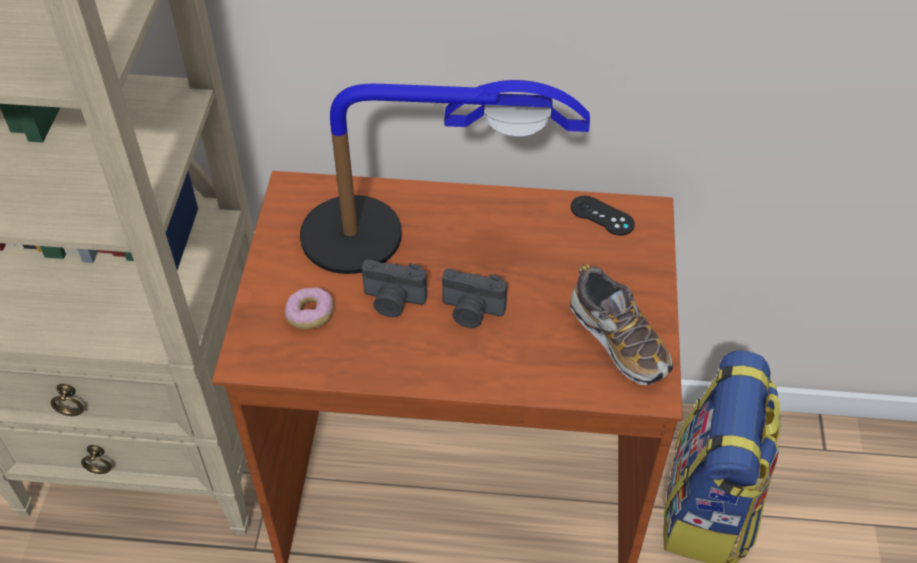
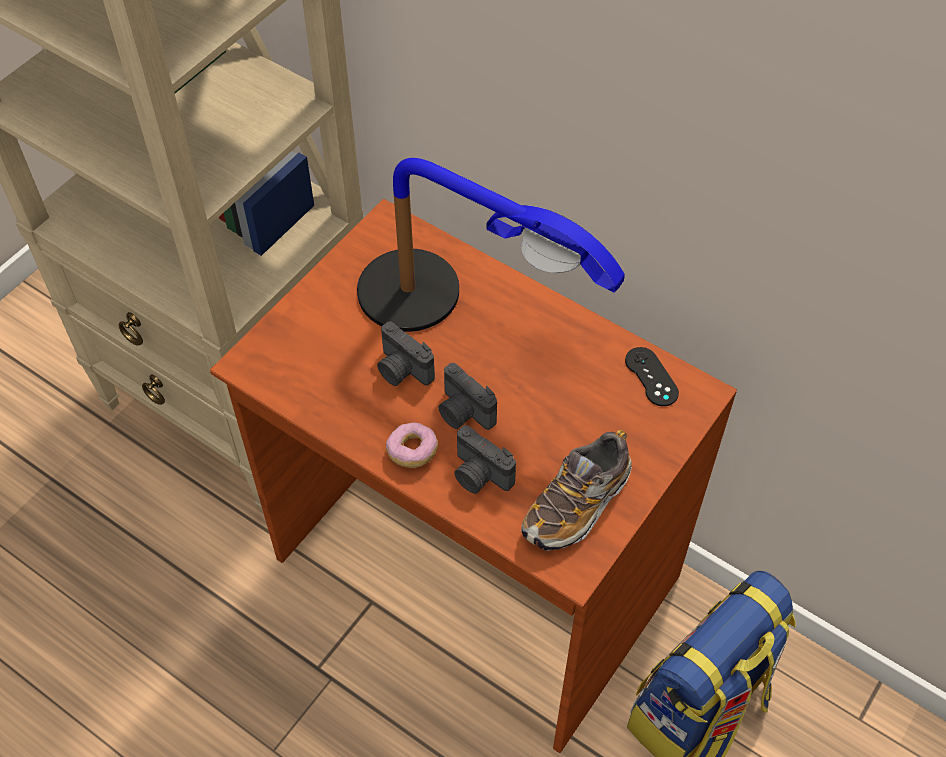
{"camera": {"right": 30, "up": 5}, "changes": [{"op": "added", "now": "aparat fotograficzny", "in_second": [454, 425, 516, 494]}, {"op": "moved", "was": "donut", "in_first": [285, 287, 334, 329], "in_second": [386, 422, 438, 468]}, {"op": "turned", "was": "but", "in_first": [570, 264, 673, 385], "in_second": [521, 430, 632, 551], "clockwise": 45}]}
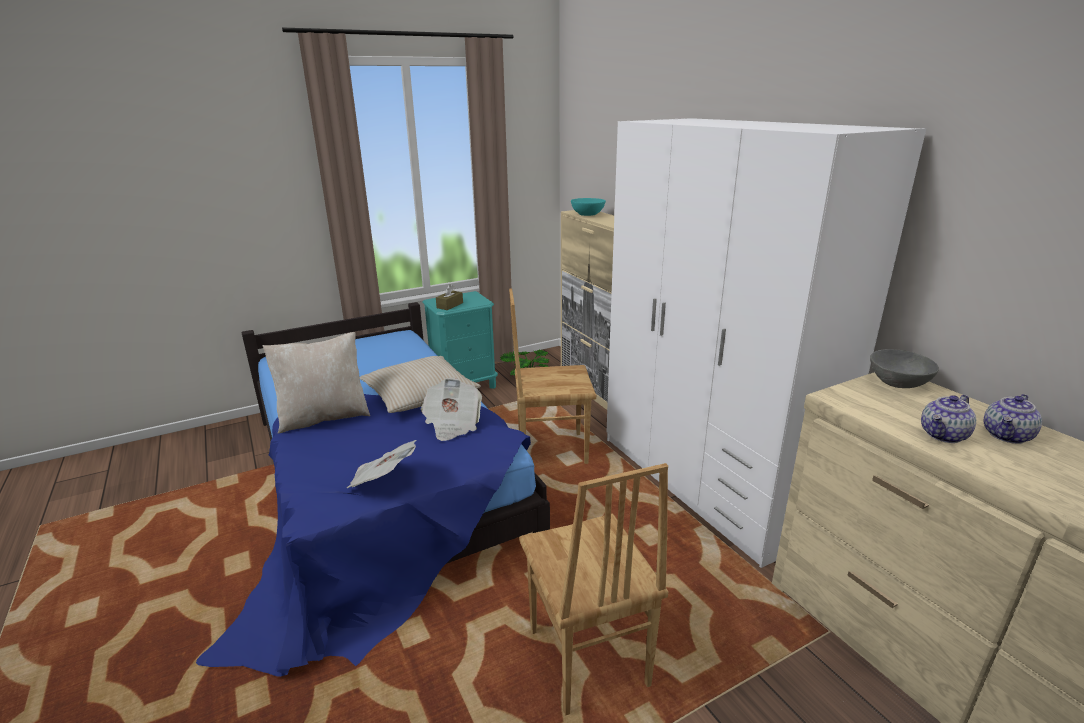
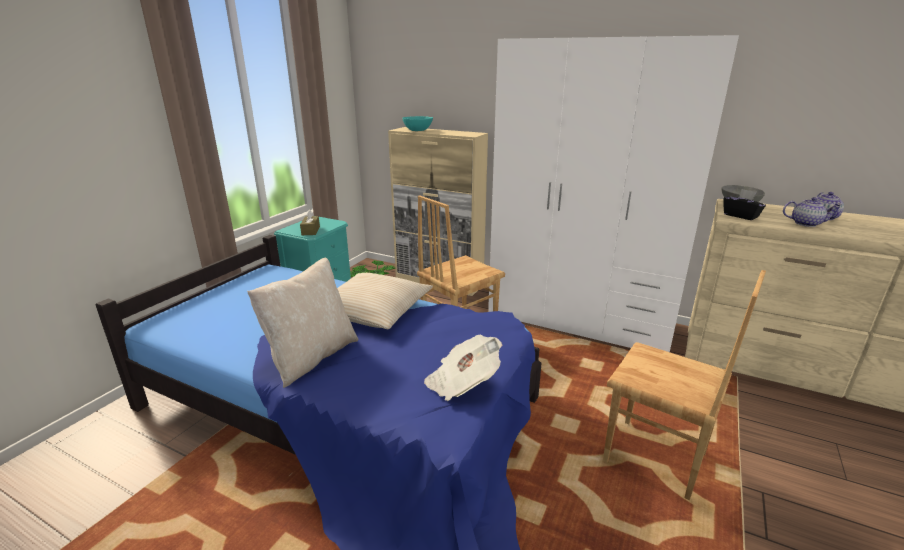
{"camera": {"right": -35, "up": 0}, "changes": [{"op": "removed", "was": "gazeta", "in_first": [421, 378, 482, 441]}, {"op": "added", "now": "pudełko chusteczek [czarny]", "in_second": [723, 189, 766, 220]}, {"op": "turned", "was": "imbryk", "in_first": [921, 395, 976, 443], "in_second": [783, 197, 840, 227], "clockwise": -90}]}
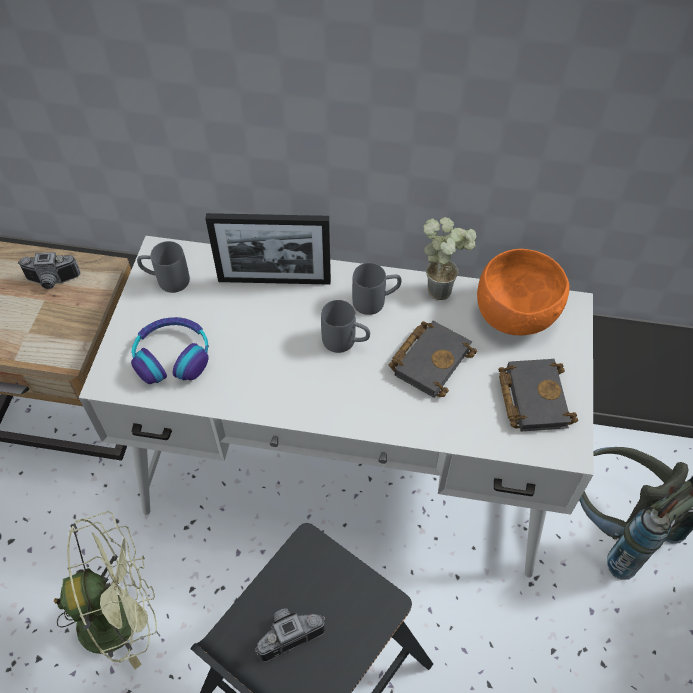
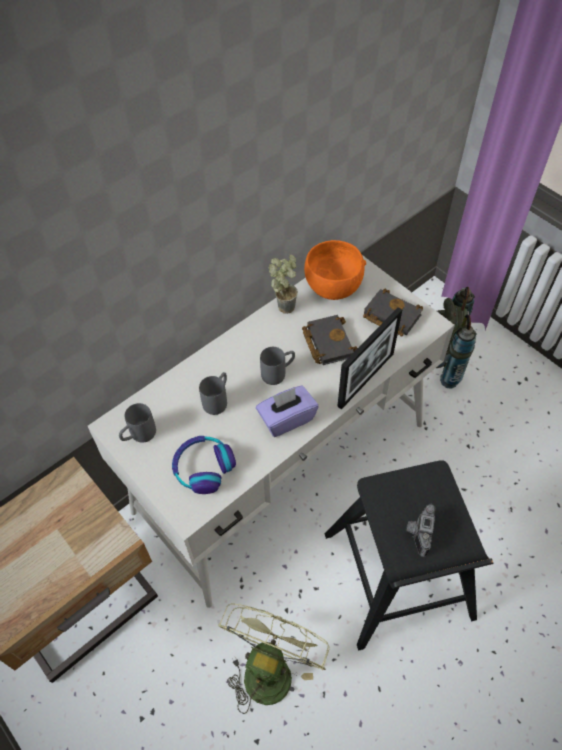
{"camera": {"right": -50, "up": 0}, "changes": [{"op": "removed", "was": "aparat fotograficzny", "in_first": [18, 252, 81, 289]}, {"op": "added", "now": "pudełko chusteczek [fioletowy]", "in_second": [256, 386, 318, 437]}, {"op": "moved", "was": "ramka na zdjęcie", "in_first": [205, 213, 331, 285], "in_second": [337, 307, 402, 409]}, {"op": "moved", "was": "kubek [szary]", "in_first": [352, 263, 401, 315], "in_second": [199, 372, 227, 415]}]}
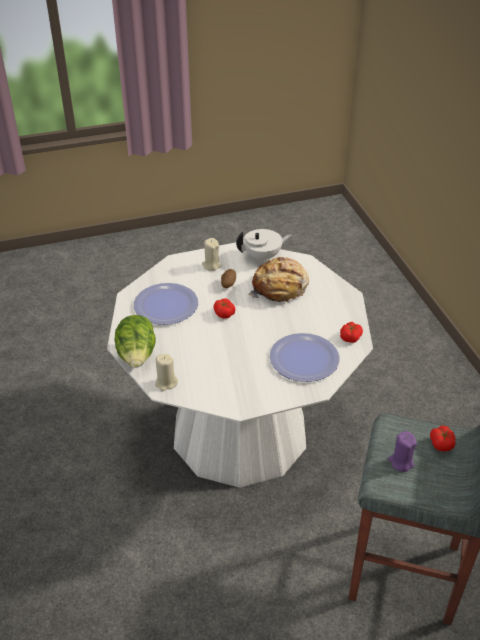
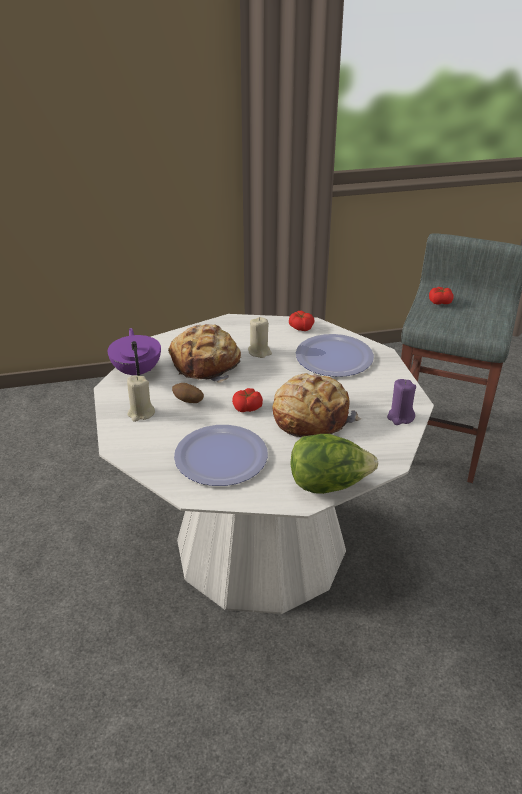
{"camera": {"right": -85, "up": -5}, "changes": [{"op": "added", "now": "chleb", "in_second": [273, 373, 361, 437]}, {"op": "moved", "was": "świeca [beżowy]", "in_first": [155, 354, 178, 391], "in_second": [248, 317, 272, 358]}, {"op": "moved", "was": "świeca [fioletowy]", "in_first": [388, 431, 417, 472], "in_second": [387, 379, 416, 425]}, {"op": "recoloured", "was": "imbryk [biały]", "now": "imbryk [fioletowy]", "in_first": [236, 229, 292, 263], "in_second": [108, 328, 161, 376]}]}
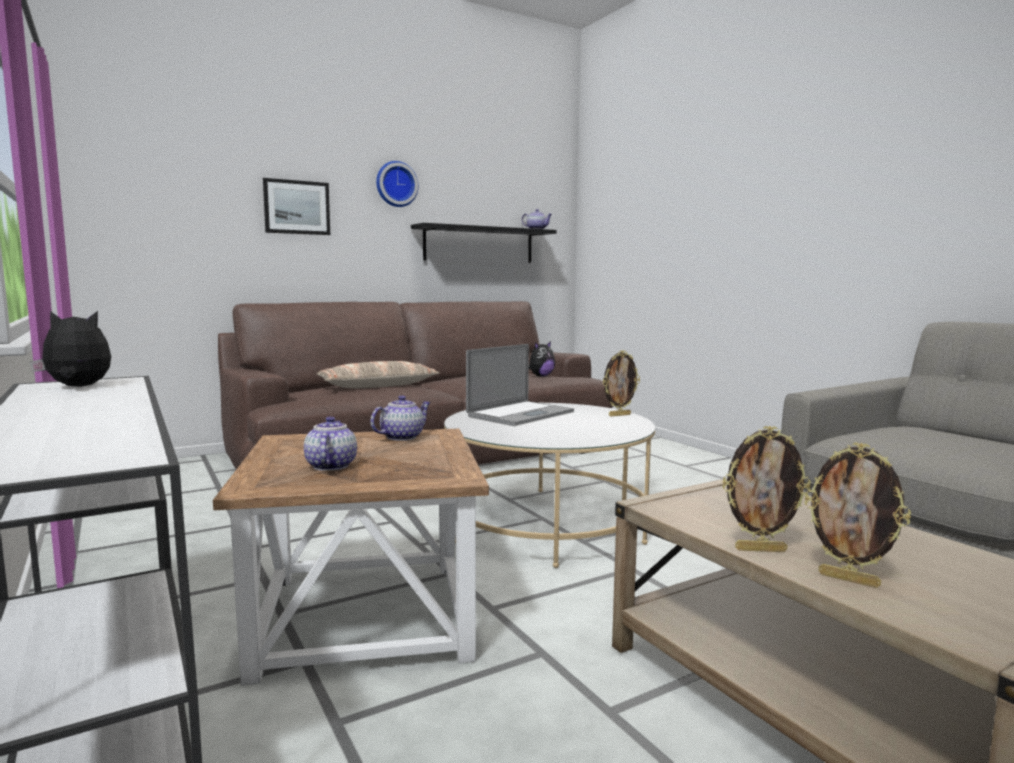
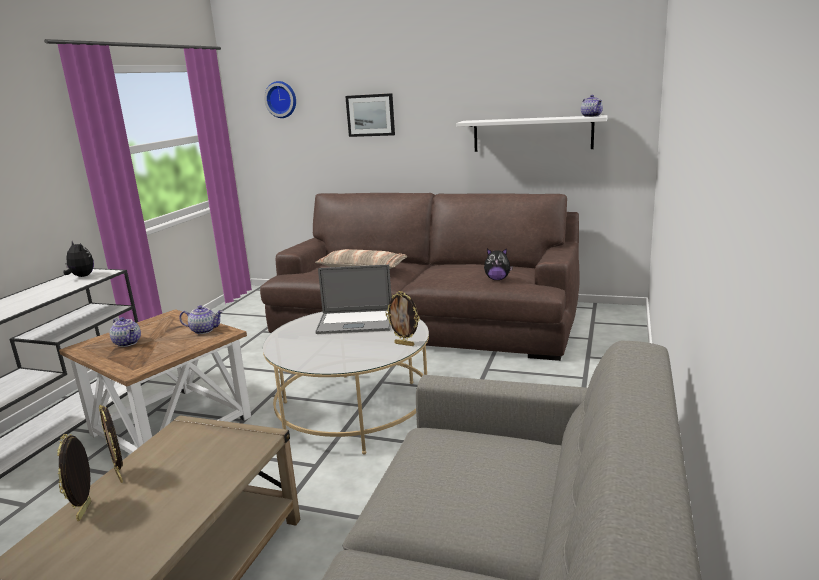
{"camera": {"right": 50, "up": 10}, "changes": [{"op": "moved", "was": "zegar ścienny", "in_first": [376, 161, 419, 207], "in_second": [264, 81, 296, 118]}, {"op": "recoloured", "was": "półka [czarny]", "now": "półka [biały]", "in_first": [411, 223, 556, 263], "in_second": [456, 115, 608, 152]}, {"op": "turned", "was": "imbryk", "in_first": [304, 416, 357, 471], "in_second": [110, 317, 141, 347], "clockwise": 90}]}
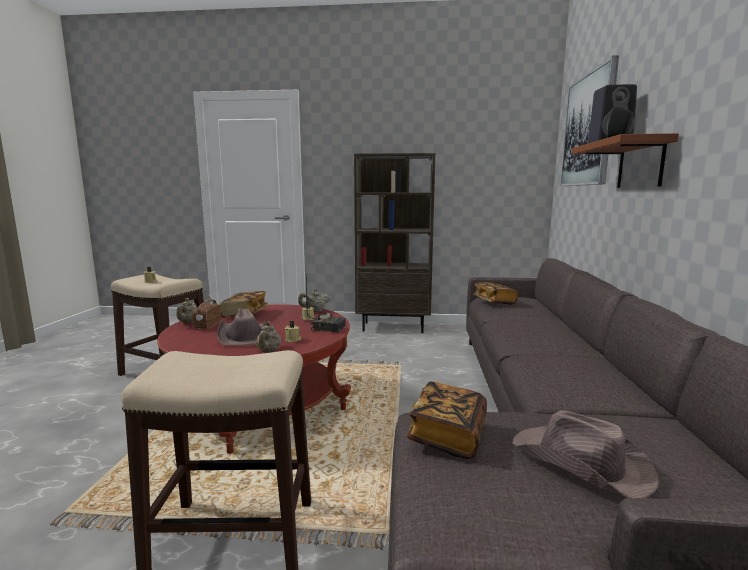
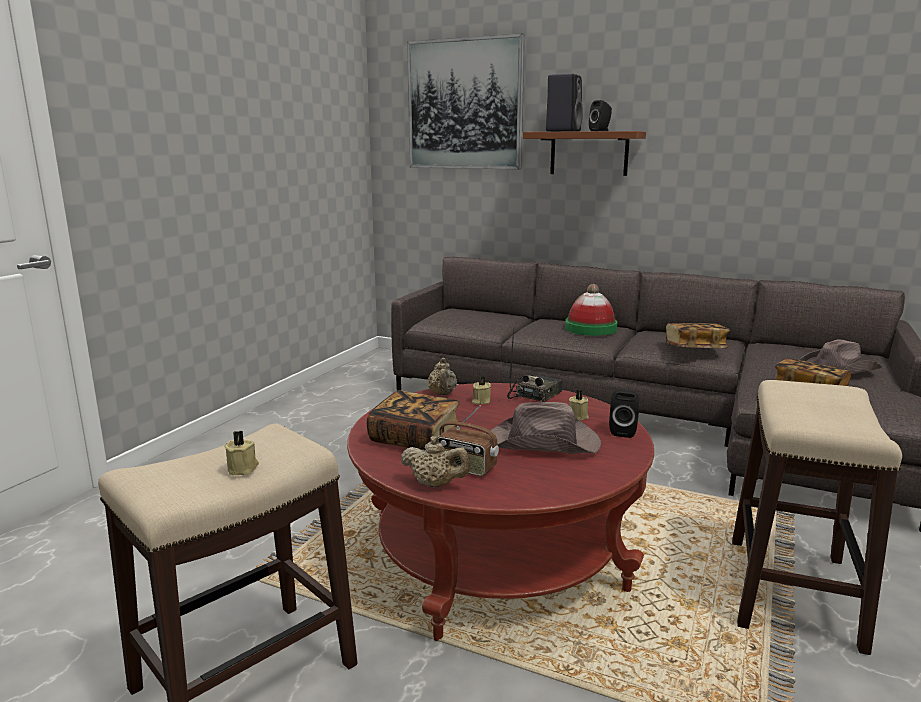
{"camera": {"right": -70, "up": 5}, "changes": [{"op": "removed", "was": "regał [brązowy]", "in_first": [354, 153, 435, 333]}, {"op": "added", "now": "kapelusz", "in_second": [565, 284, 618, 336]}, {"op": "moved", "was": "książka", "in_first": [473, 283, 518, 304], "in_second": [666, 323, 730, 349]}, {"op": "replaced", "was": "imbryk [beżowy]", "now": "głośnik [czarny]", "in_first": [255, 321, 281, 353], "in_second": [609, 390, 639, 438]}]}
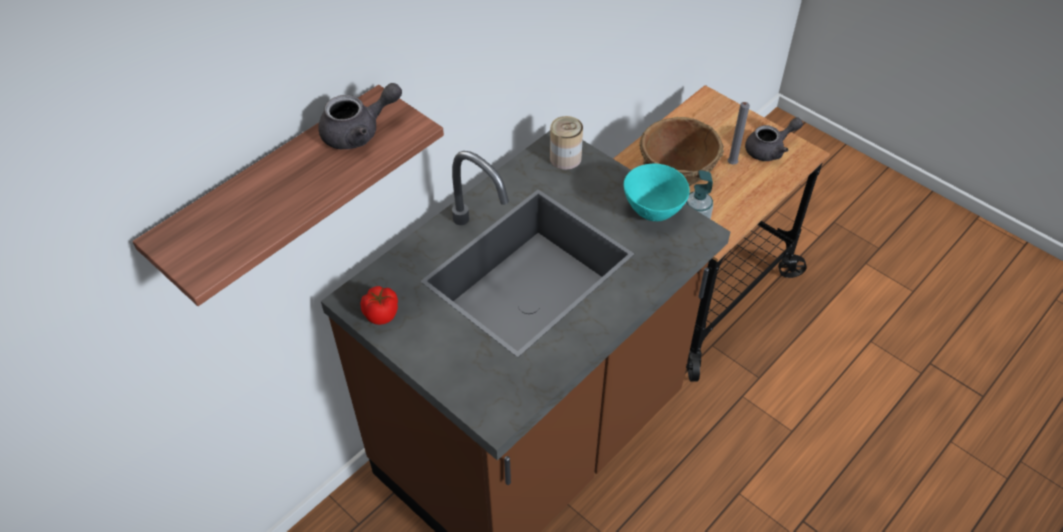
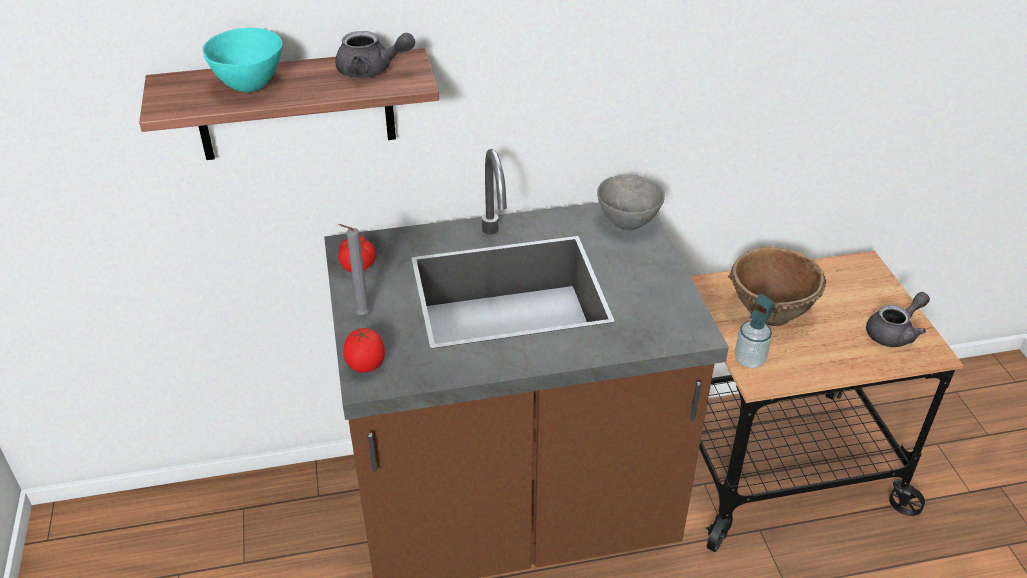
{"camera": {"right": 35, "up": -10}, "changes": [{"op": "added", "now": "pomidor", "in_second": [343, 328, 385, 373]}, {"op": "moved", "was": "miska [turkusowy]", "in_first": [624, 164, 690, 221], "in_second": [203, 28, 283, 92]}, {"op": "moved", "was": "świeca [szary]", "in_first": [728, 102, 750, 165], "in_second": [339, 224, 370, 315]}, {"op": "replaced", "was": "puszka", "now": "miska [szary]", "in_first": [550, 116, 583, 170], "in_second": [597, 175, 665, 230]}, {"op": "turned", "was": "imbryk [szary]", "in_first": [745, 117, 803, 161], "in_second": [866, 292, 930, 347], "clockwise": -45}]}
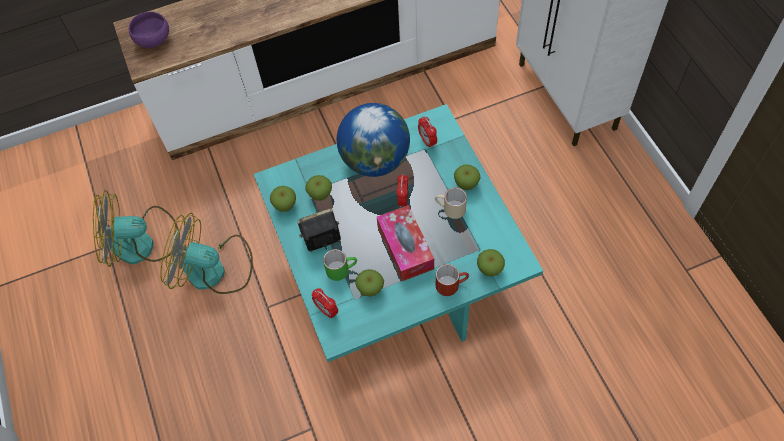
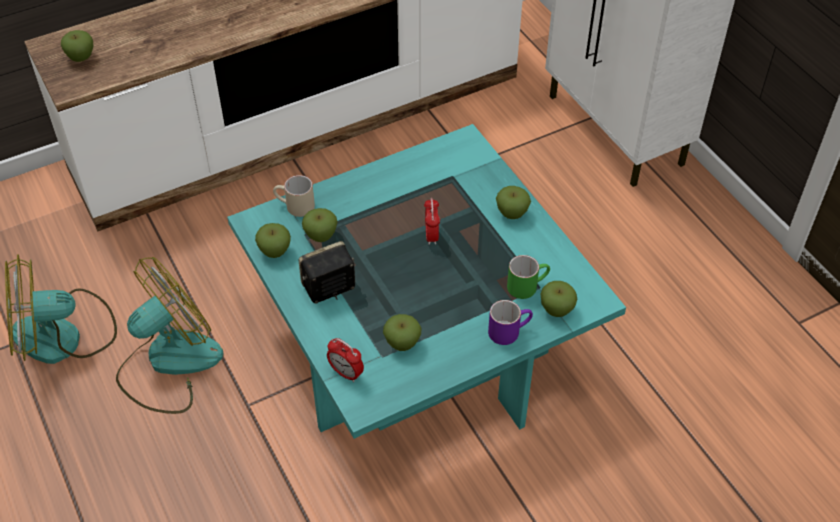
{"camera": {"right": -10, "up": -10}, "changes": [{"op": "removed", "was": "globus", "in_first": [337, 103, 410, 177]}, {"op": "removed", "was": "pudełko chusteczek", "in_first": [377, 205, 434, 281]}, {"op": "removed", "was": "budzik", "in_first": [418, 116, 437, 148]}, {"op": "moved", "was": "kubek [zielony]", "in_first": [323, 249, 357, 281], "in_second": [507, 255, 550, 299]}, {"op": "moved", "was": "kubek [beżowy]", "in_first": [435, 187, 467, 219], "in_second": [273, 175, 315, 217]}, {"op": "replaced", "was": "miska [fioletowy]", "now": "jabłko", "in_first": [129, 12, 169, 48], "in_second": [61, 30, 93, 62]}, {"op": "recoloured", "was": "kubek [czerwony]", "now": "kubek [fioletowy]", "in_first": [436, 264, 469, 296], "in_second": [488, 300, 533, 345]}, {"op": "turned", "was": "wentylator", "in_first": [160, 213, 253, 294], "in_second": [116, 257, 223, 414], "clockwise": 135}]}
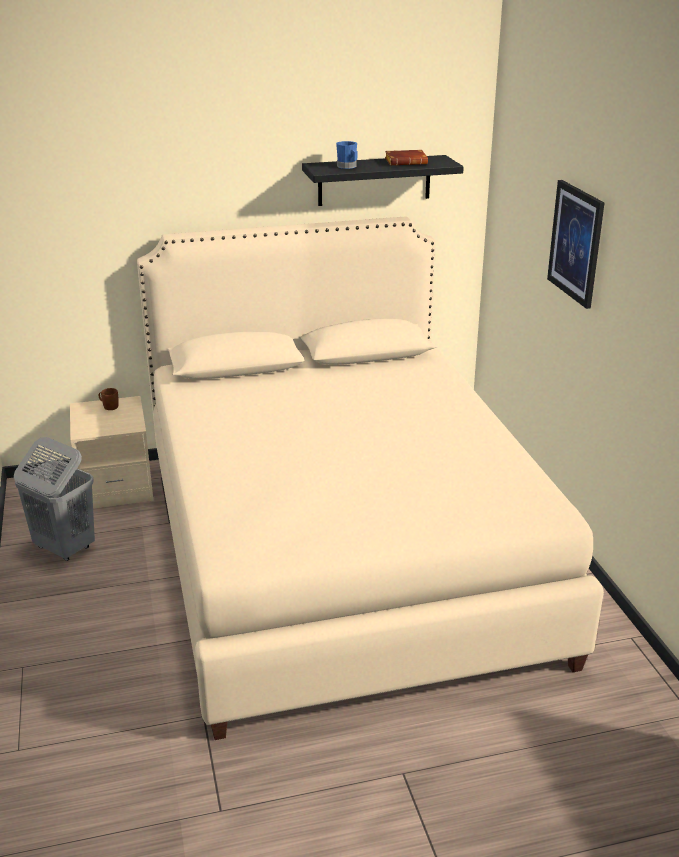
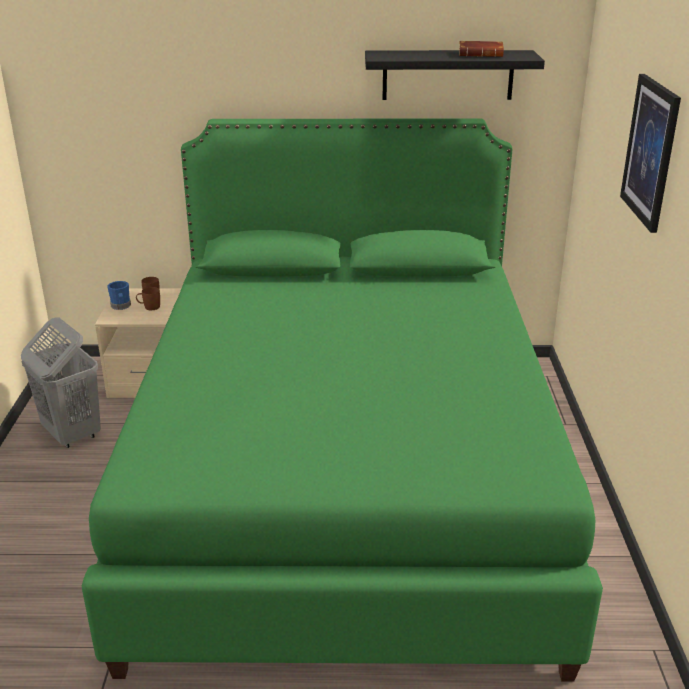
{"camera": {"right": 15, "up": 0}, "changes": [{"op": "added", "now": "kubek [brązowy]", "in_second": [136, 287, 160, 310]}, {"op": "moved", "was": "kubek [niebieski]", "in_first": [336, 141, 358, 169], "in_second": [107, 281, 131, 310]}, {"op": "recoloured", "was": "łóżko [beżowy]", "now": "łóżko [zielony]", "in_first": [137, 217, 604, 740], "in_second": [82, 118, 603, 682]}]}
